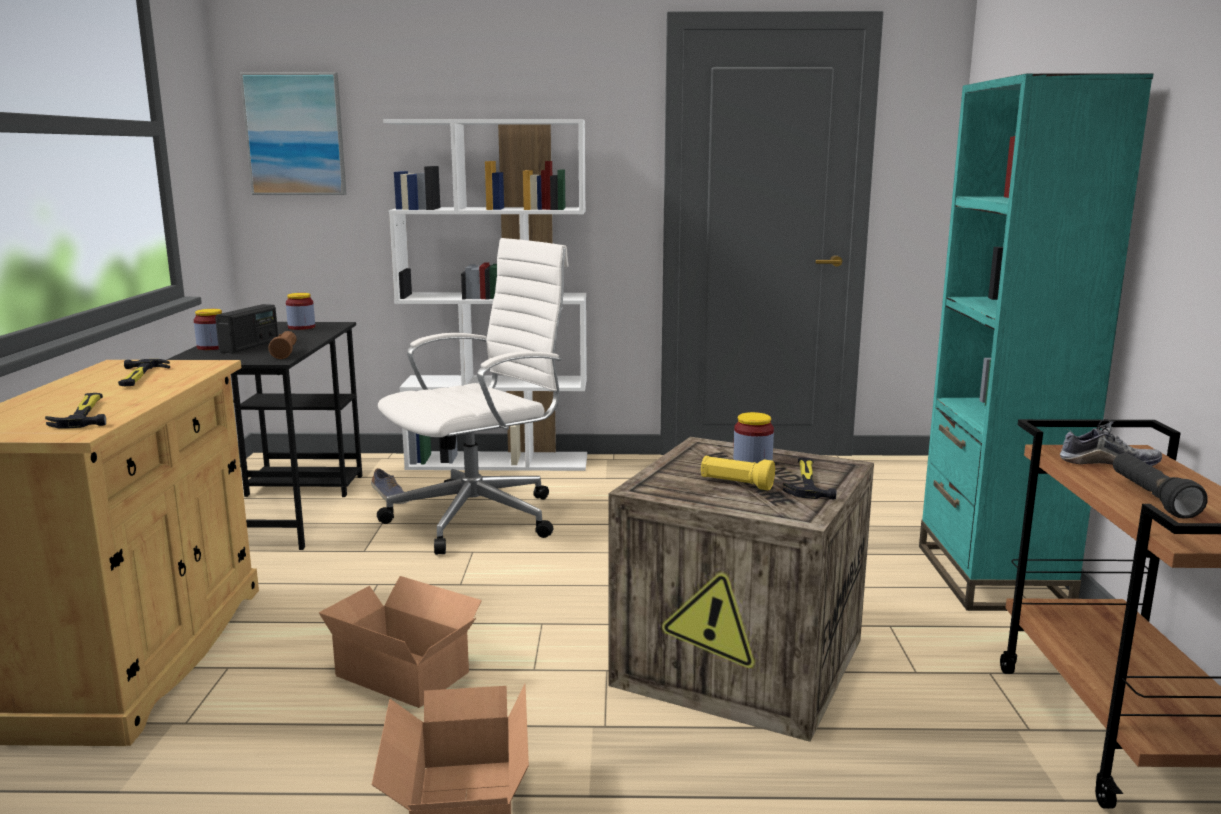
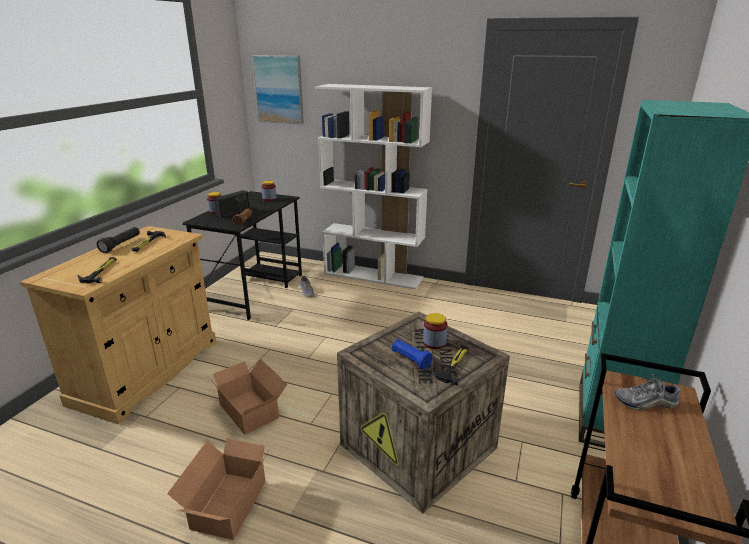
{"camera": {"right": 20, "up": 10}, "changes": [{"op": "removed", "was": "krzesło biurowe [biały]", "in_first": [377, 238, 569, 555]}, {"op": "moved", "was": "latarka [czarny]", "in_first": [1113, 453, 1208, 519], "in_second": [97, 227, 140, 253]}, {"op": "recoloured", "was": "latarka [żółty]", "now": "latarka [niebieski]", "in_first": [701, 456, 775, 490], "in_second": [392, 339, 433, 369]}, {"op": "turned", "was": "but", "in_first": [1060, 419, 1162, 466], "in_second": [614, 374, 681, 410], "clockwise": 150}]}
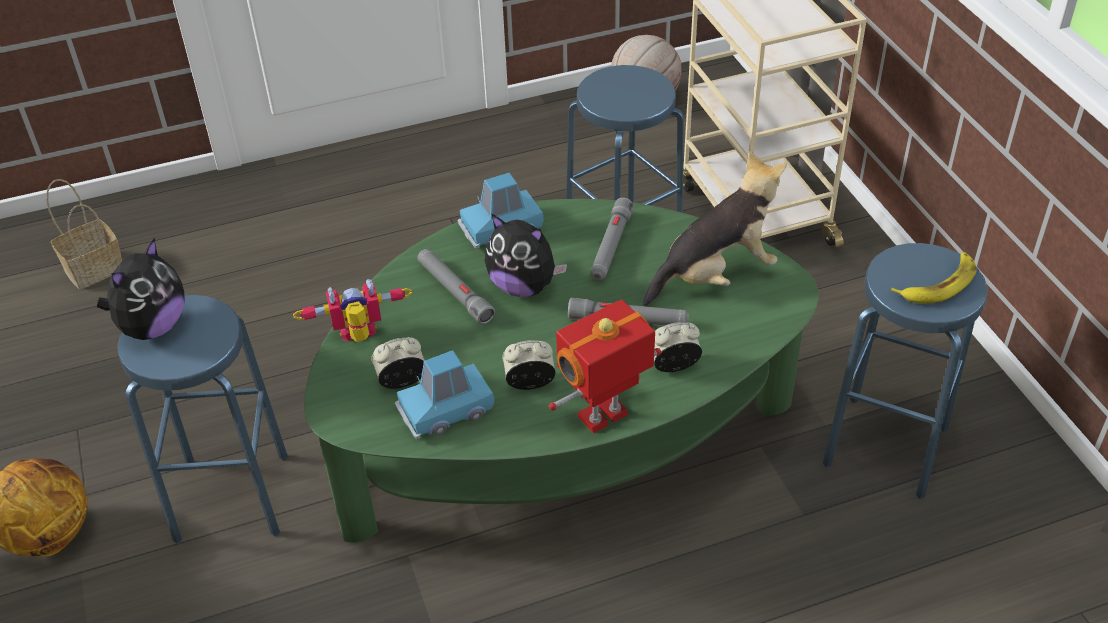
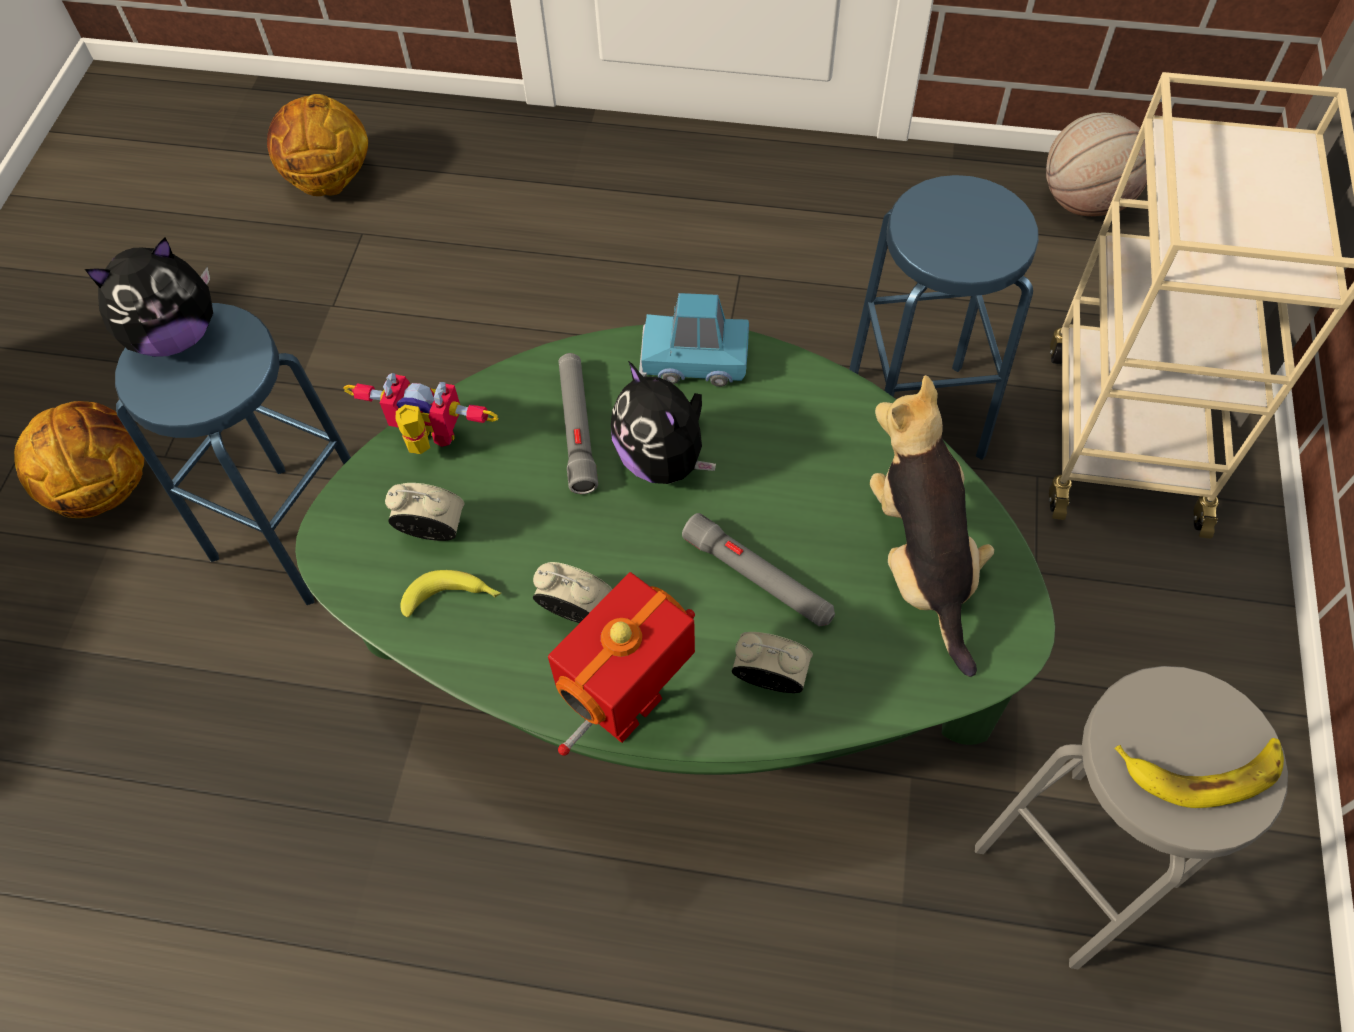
{"camera": {"right": 30, "up": 15}, "changes": [{"op": "removed", "was": "latarka [szary]", "in_first": [590, 198, 634, 280]}, {"op": "replaced", "was": "koszyk", "now": "piłka do koszykówki", "in_first": [46, 179, 122, 290], "in_second": [267, 94, 368, 196]}, {"op": "replaced", "was": "samochodzik [niebieski]", "now": "banan", "in_first": [395, 350, 494, 439], "in_second": [401, 570, 501, 617]}, {"op": "recoloured", "was": "stołek [niebieski]", "now": "stołek [szary]", "in_first": [823, 243, 987, 499], "in_second": [975, 666, 1288, 969]}, {"op": "turned", "was": "robot zabawkowy", "in_first": [549, 299, 661, 434], "in_second": [548, 572, 695, 756], "clockwise": -45}, {"op": "turned", "was": "pluszak", "in_first": [643, 151, 787, 306], "in_second": [870, 375, 994, 677], "clockwise": -105}]}
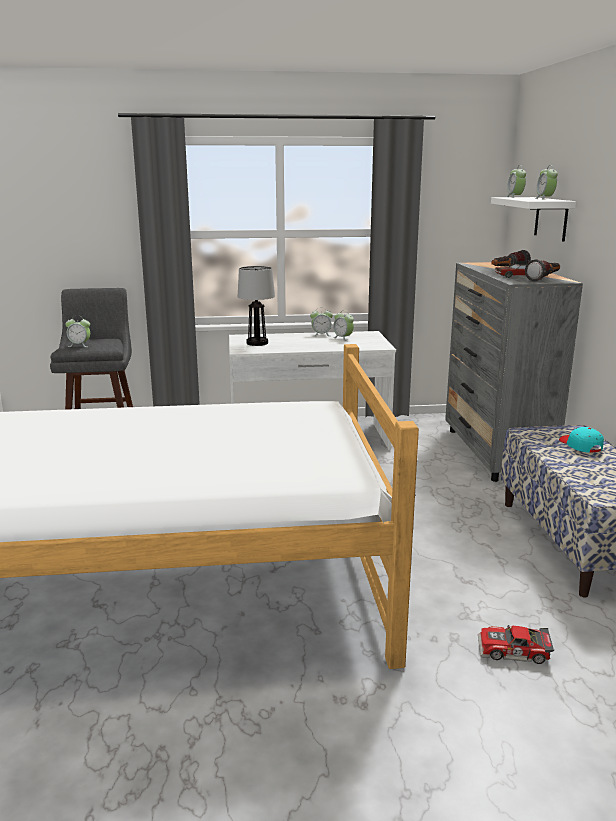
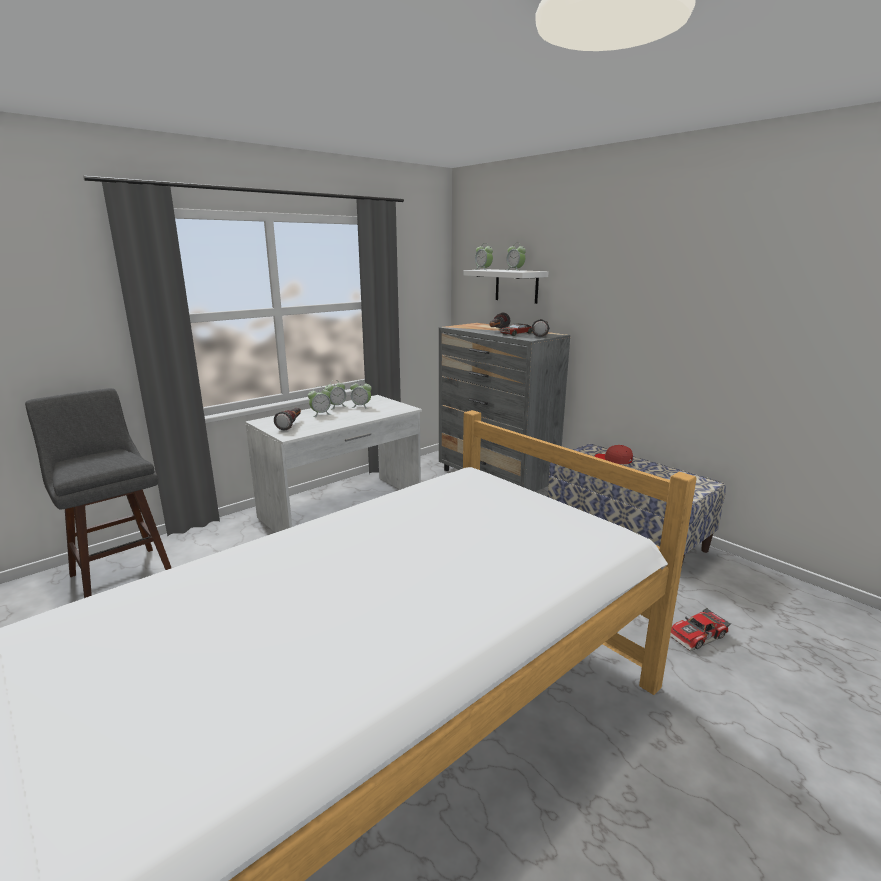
{"camera": {"right": -35, "up": 0}, "changes": [{"op": "moved", "was": "budzik", "in_first": [65, 315, 90, 347], "in_second": [308, 386, 331, 417]}, {"op": "replaced", "was": "lampa stołowa", "now": "latarka", "in_first": [238, 266, 275, 346], "in_second": [274, 408, 301, 431]}, {"op": "recoloured", "was": "czapka z daszkiem [turkusowy]", "now": "czapka z daszkiem [czerwony]", "in_first": [559, 427, 604, 453], "in_second": [594, 445, 633, 464]}]}
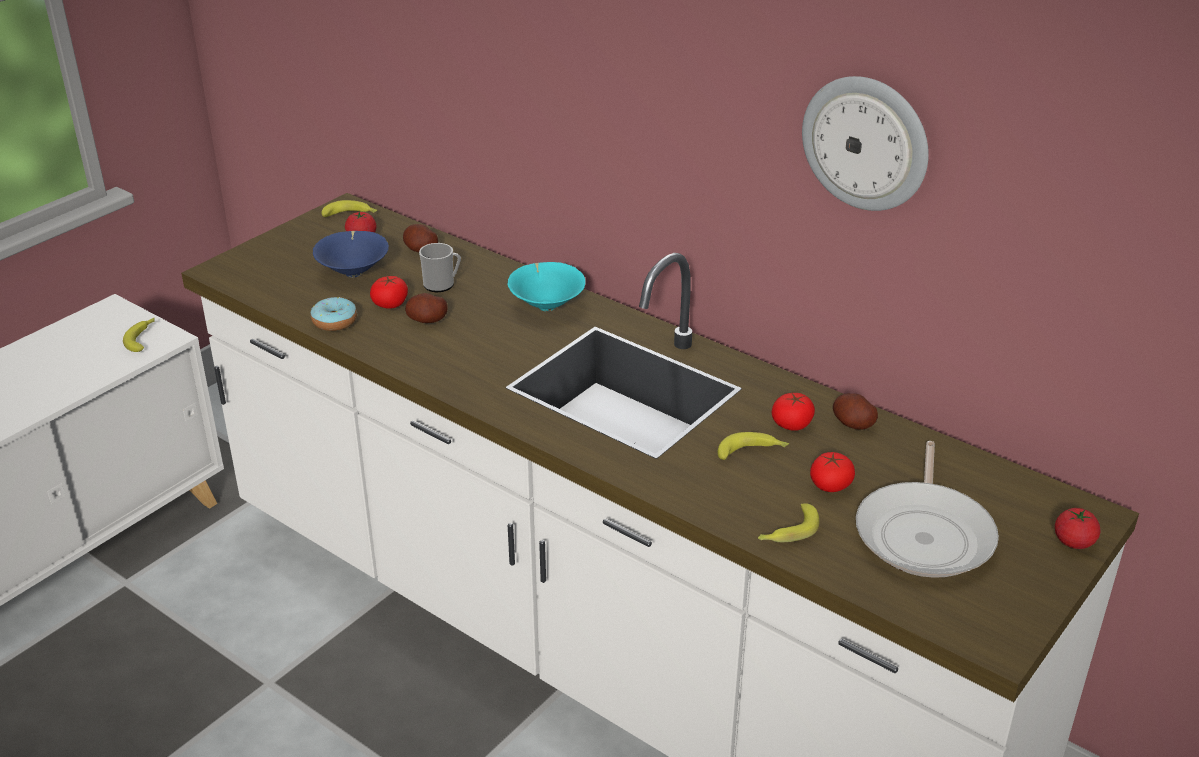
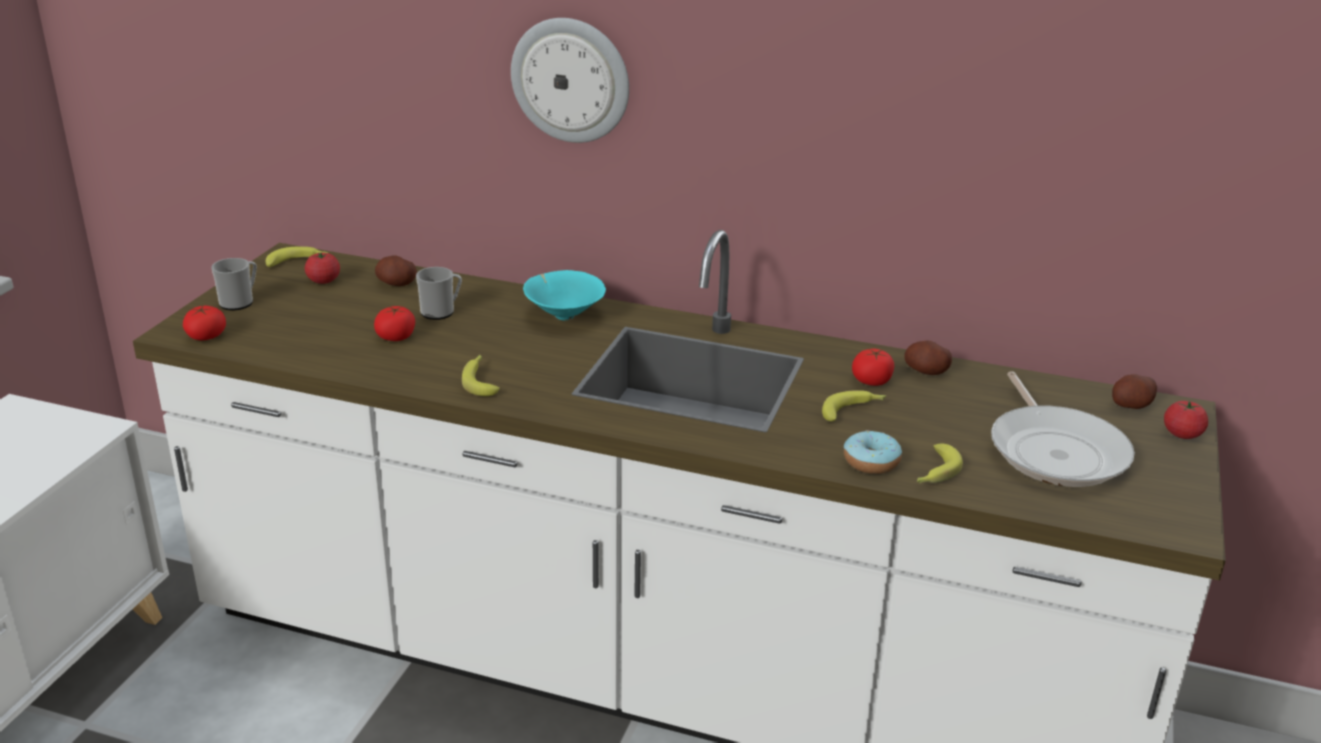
{"camera": {"right": -20, "up": -5}, "changes": [{"op": "removed", "was": "miska [niebieski]", "in_first": [313, 231, 389, 277]}, {"op": "added", "now": "kubek", "in_second": [211, 258, 257, 310]}, {"op": "moved", "was": "banan", "in_first": [123, 318, 155, 352], "in_second": [462, 355, 500, 396]}, {"op": "moved", "was": "donut", "in_first": [311, 297, 357, 331], "in_second": [844, 430, 902, 474]}, {"op": "moved", "was": "ziemniak", "in_first": [405, 293, 448, 323], "in_second": [1112, 374, 1157, 409]}, {"op": "moved", "was": "zegar ścienny", "in_first": [802, 76, 929, 211], "in_second": [511, 18, 629, 143]}, {"op": "moved", "was": "pomidor", "in_first": [810, 452, 855, 492], "in_second": [183, 306, 226, 340]}]}
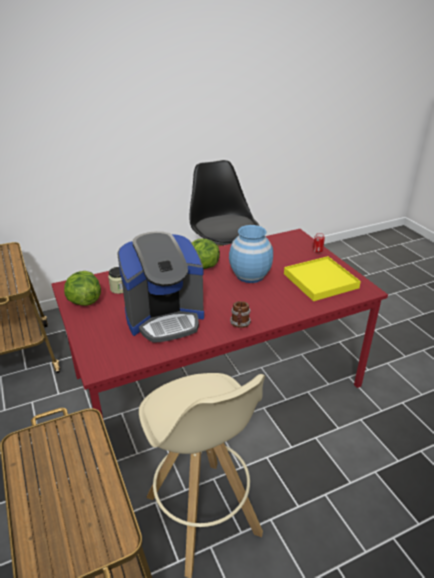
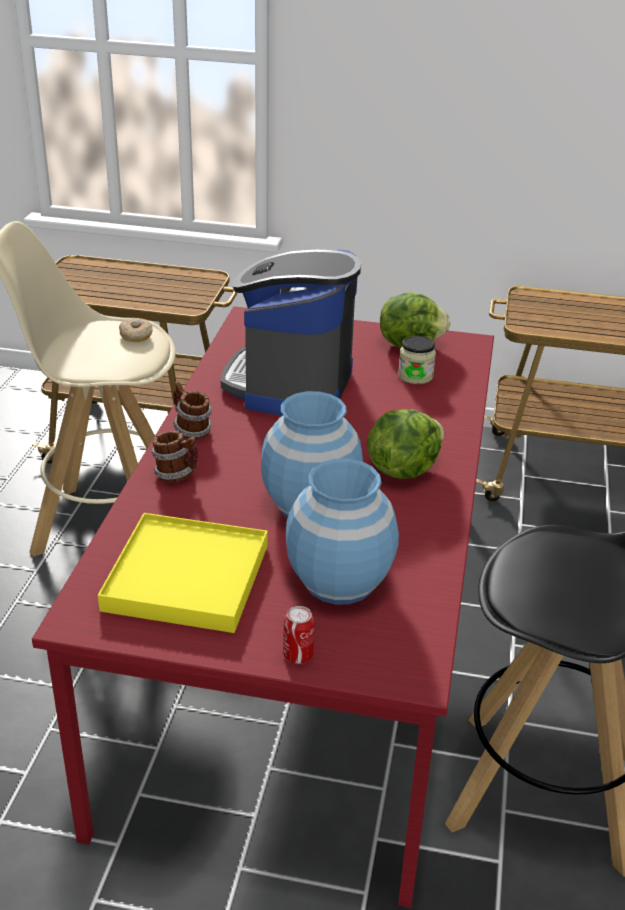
{"camera": {"right": 125, "up": 0}, "changes": [{"op": "added", "now": "donut", "in_second": [119, 318, 153, 342]}, {"op": "added", "now": "kubek", "in_second": [151, 431, 198, 482]}, {"op": "added", "now": "wazon [niebieski]", "in_second": [286, 458, 399, 605]}]}
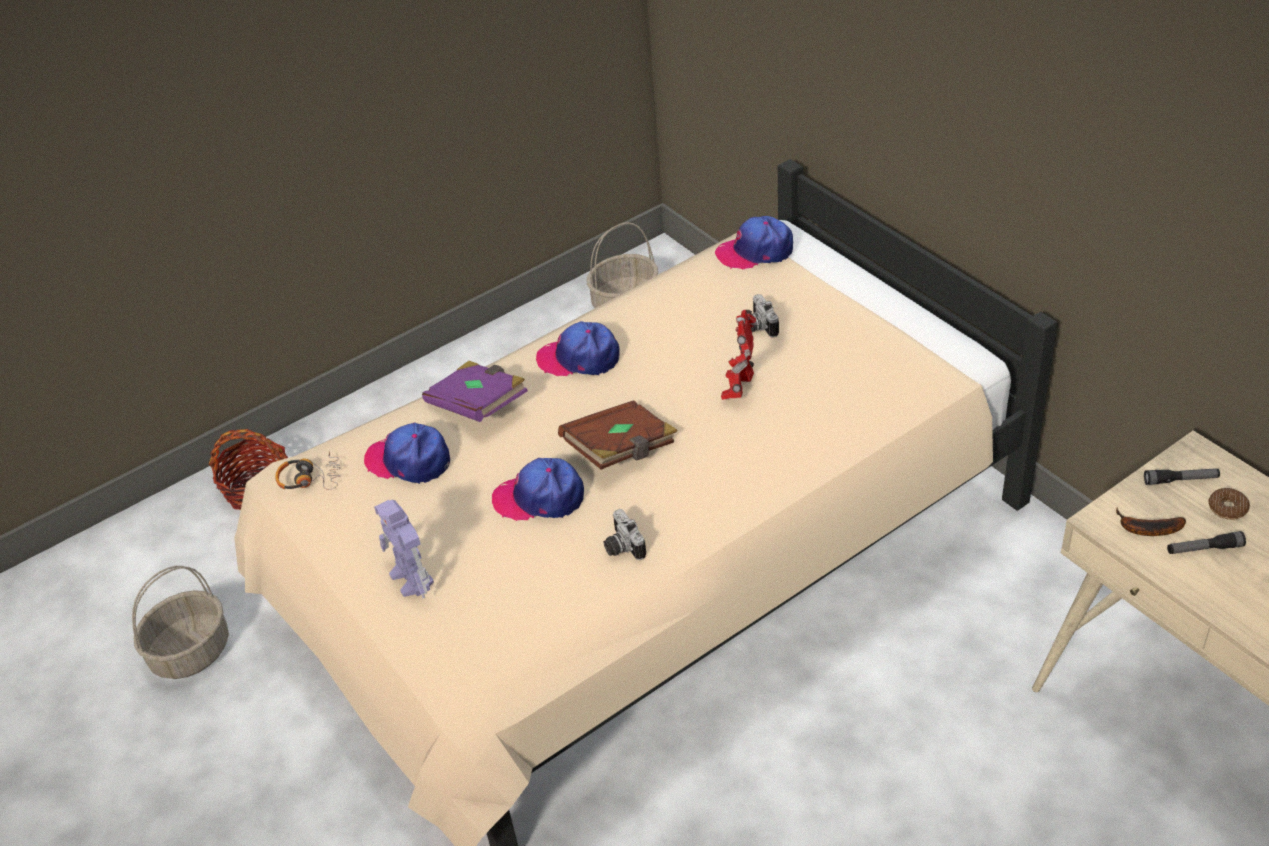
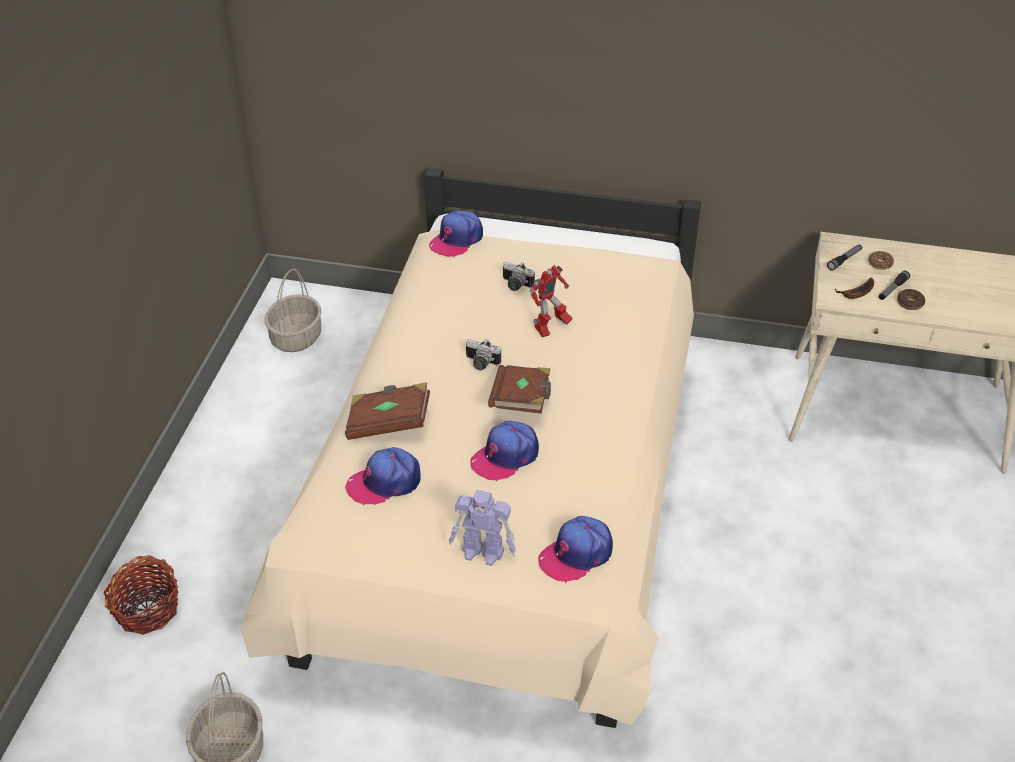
{"camera": {"right": -45, "up": 0}, "changes": [{"op": "removed", "was": "słuchawki", "in_first": [276, 451, 340, 490]}, {"op": "added", "now": "donut", "in_second": [897, 289, 925, 310]}, {"op": "moved", "was": "czapka z daszkiem", "in_first": [536, 321, 620, 376], "in_second": [538, 516, 613, 583]}, {"op": "moved", "was": "aparat fotograficzny", "in_first": [603, 509, 646, 560], "in_second": [466, 339, 501, 370]}, {"op": "recoloured", "was": "książka [fioletowy]", "now": "książka [brązowy]", "in_first": [422, 361, 528, 422], "in_second": [345, 382, 430, 440]}, {"op": "turned", "was": "robot zabawkowy", "in_first": [721, 310, 757, 400], "in_second": [530, 265, 572, 338], "clockwise": -105}]}
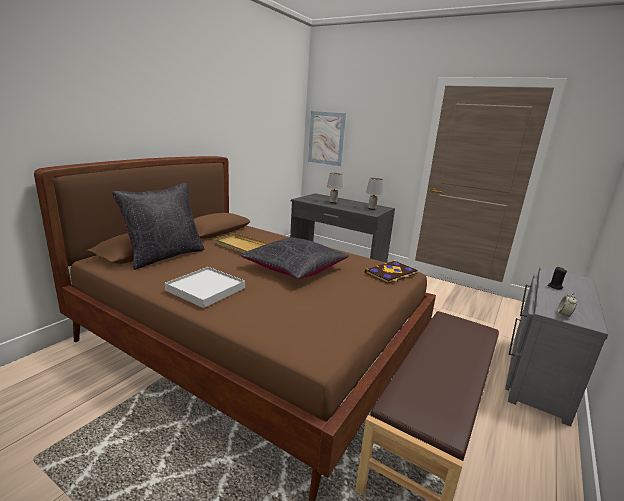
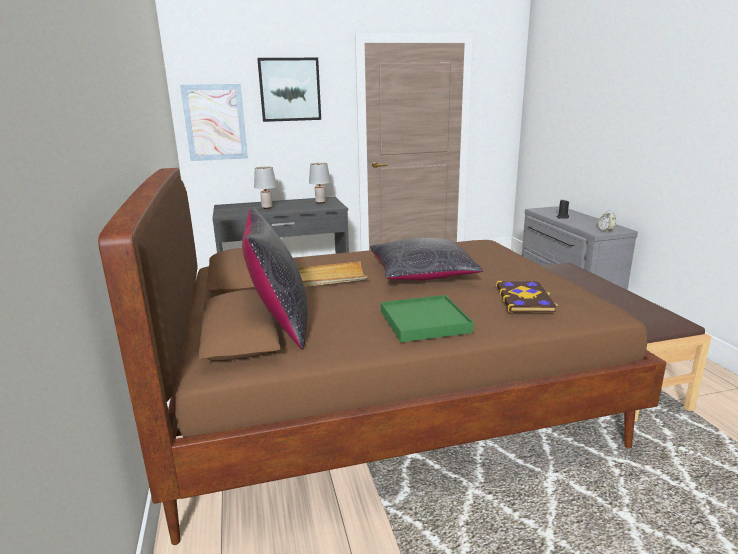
{"camera": {"right": -45, "up": 0}, "changes": [{"op": "added", "now": "obraz", "in_second": [257, 58, 321, 122]}, {"op": "moved", "was": "książka", "in_first": [364, 260, 418, 284], "in_second": [496, 281, 558, 312]}, {"op": "recoloured", "was": "taca [biały]", "now": "taca [zielony]", "in_first": [165, 267, 245, 308], "in_second": [381, 295, 474, 342]}]}
